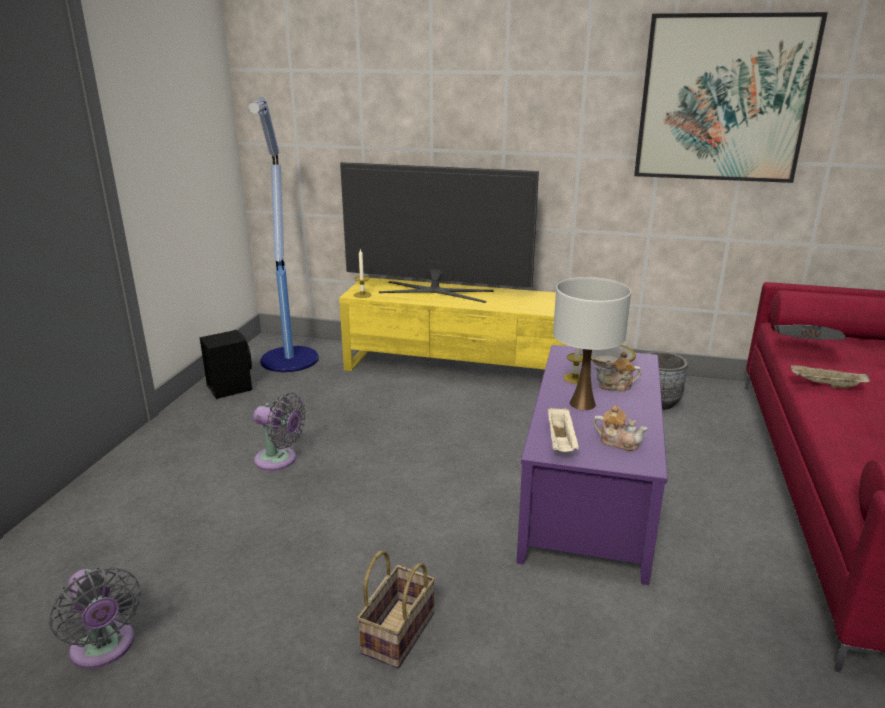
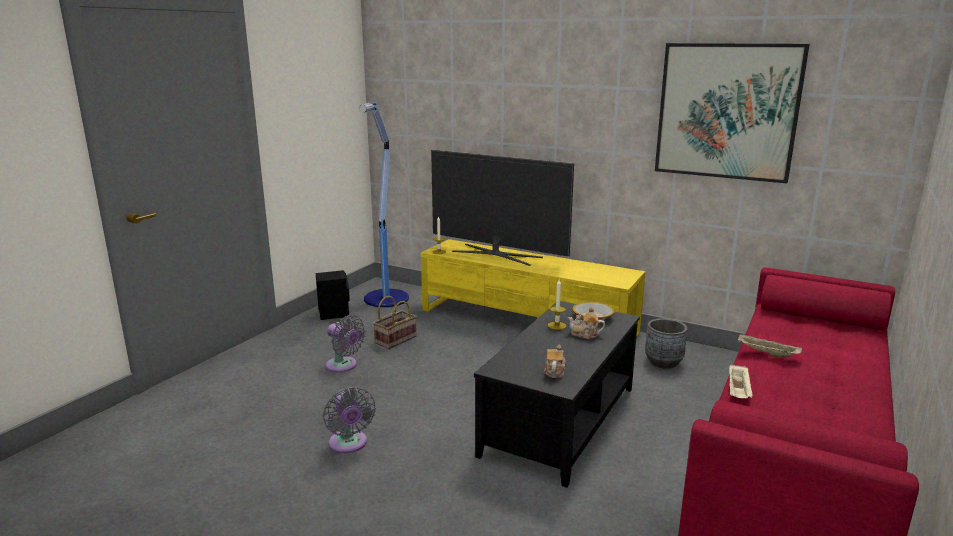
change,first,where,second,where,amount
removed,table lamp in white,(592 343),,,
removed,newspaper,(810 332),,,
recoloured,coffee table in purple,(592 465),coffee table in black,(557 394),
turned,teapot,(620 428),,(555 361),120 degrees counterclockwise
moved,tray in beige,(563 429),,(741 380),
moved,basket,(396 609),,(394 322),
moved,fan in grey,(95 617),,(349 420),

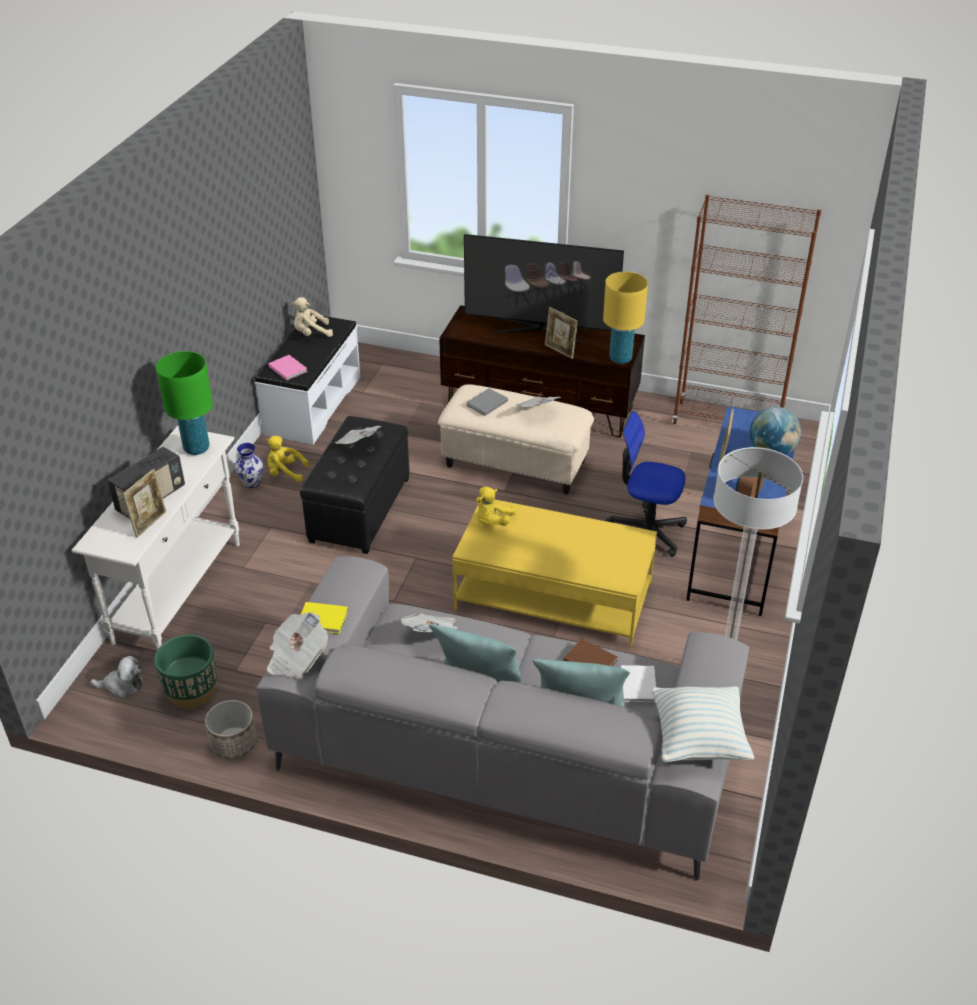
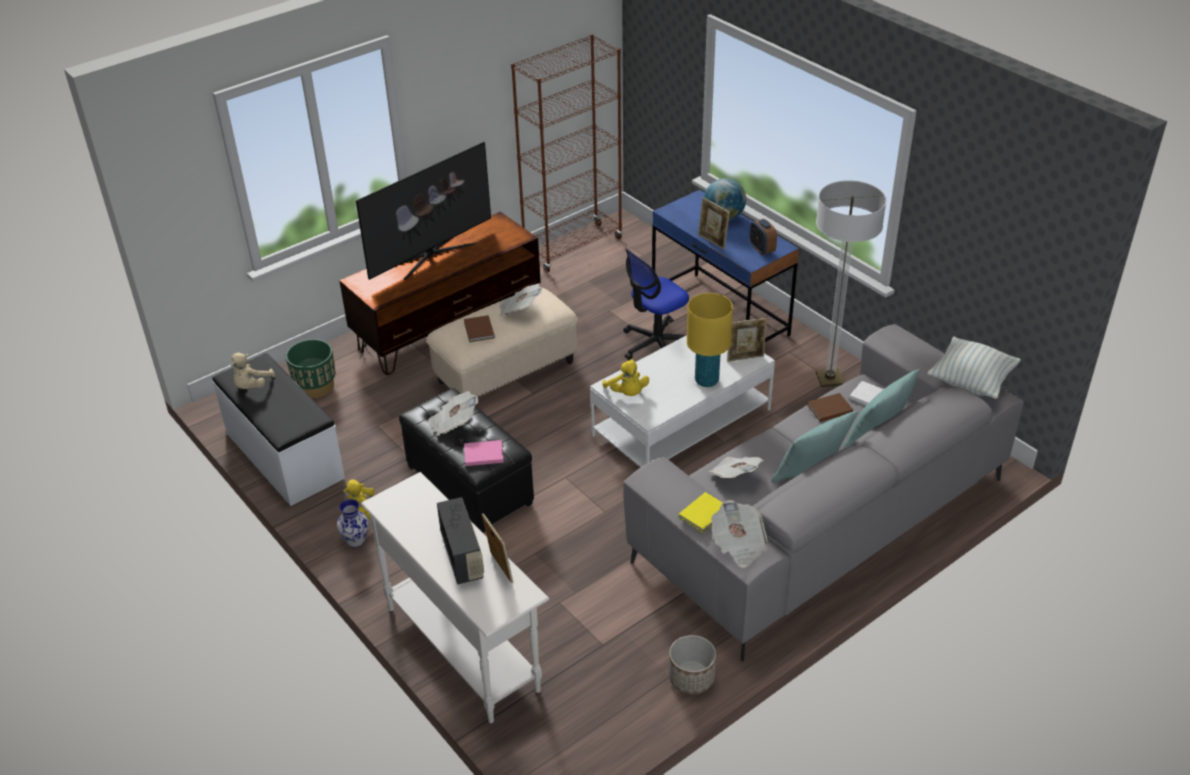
change,first,where,second,where,amount
moved,table lamp in yellow,(625 318),,(710 340),
moved,picture frame,(561 333),,(747 340),
removed,table lamp in green,(184 403),,,
moved,book in pink,(288 368),,(484 453),
recoloured,book in grey,(487 402),book in brown,(479 328),
recoloured,coffee table in yellow,(554 574),coffee table in white,(682 401),
moved,planter in green,(185 671),,(311 368),
removed,plush toy,(116 677),,,

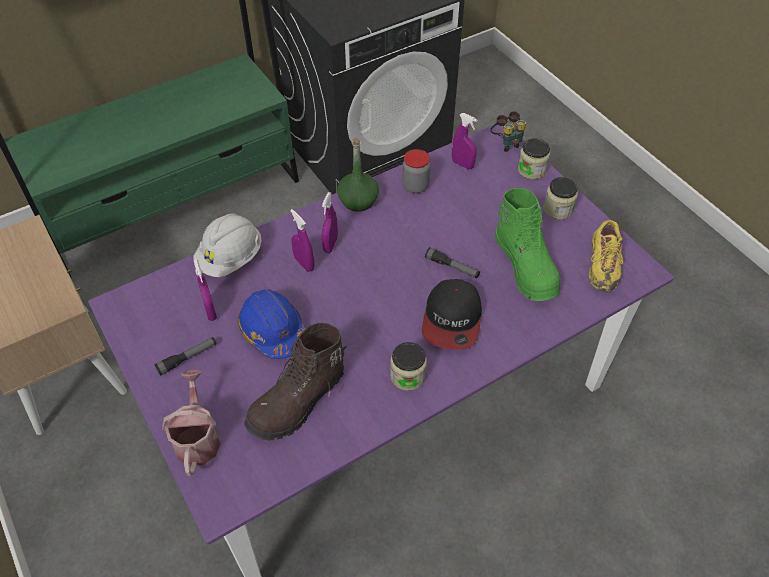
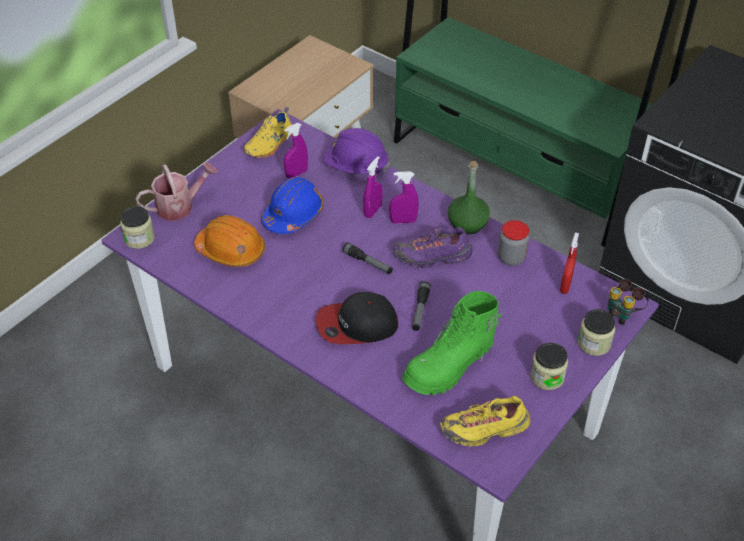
change,first,where,second,where,amount
recoloured,spray bottle in purple,(464 141),spray bottle in red,(569 263),
recoloured,hard hat in white,(227 245),hard hat in purple,(356 151),
replaced,boot in brown,(295 381),hard hat in orange,(229 241),
moved,flashlight,(185 356),,(367 258),
moved,jar,(408 366),,(137 227),
added,,,shoe in yellow,(268 132),
added,,,shoe in purple,(433 247),

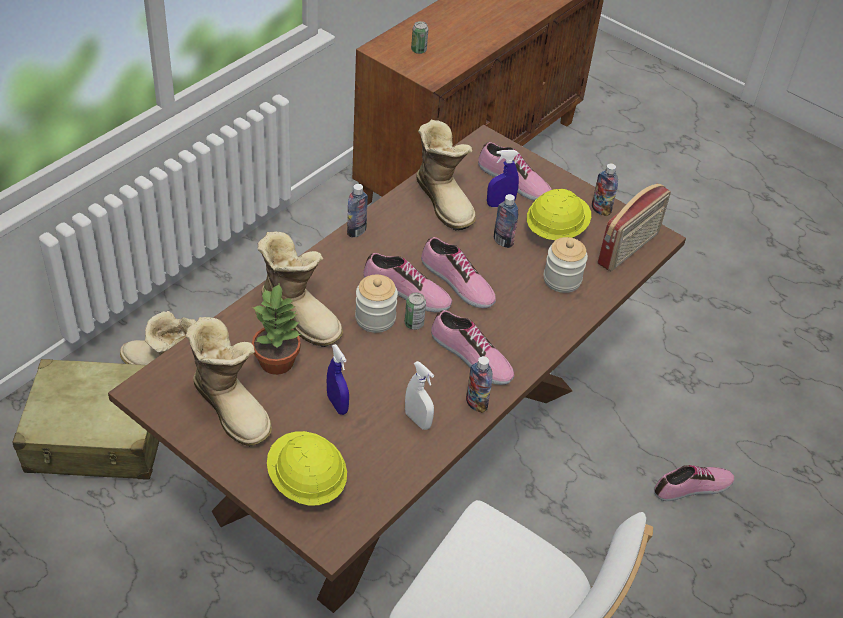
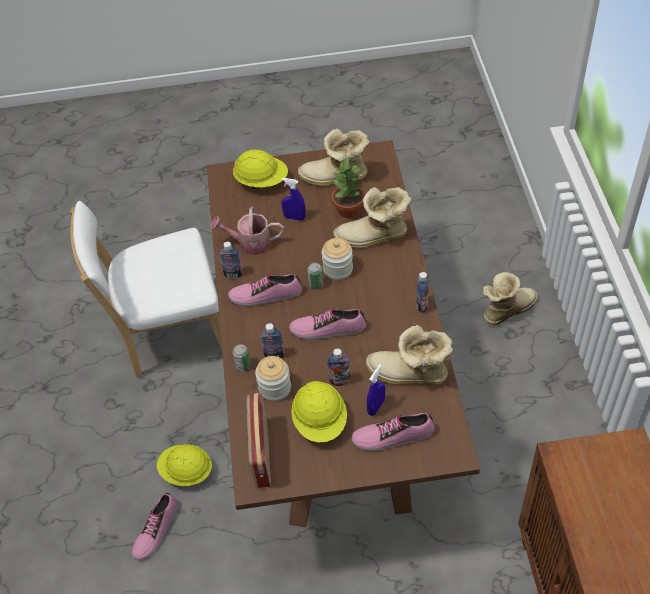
change,first,where,second,where,amount
moved,can,(419 37),,(242 357),
moved,bottle,(605 189),,(273 341),
removed,shoe,(408 282),,,
removed,suitcase in beige,(85 419),,,
replaced,spray bottle in white,(419 395),watering can,(247 231),
added,,,hard hat in yellow,(184 465),

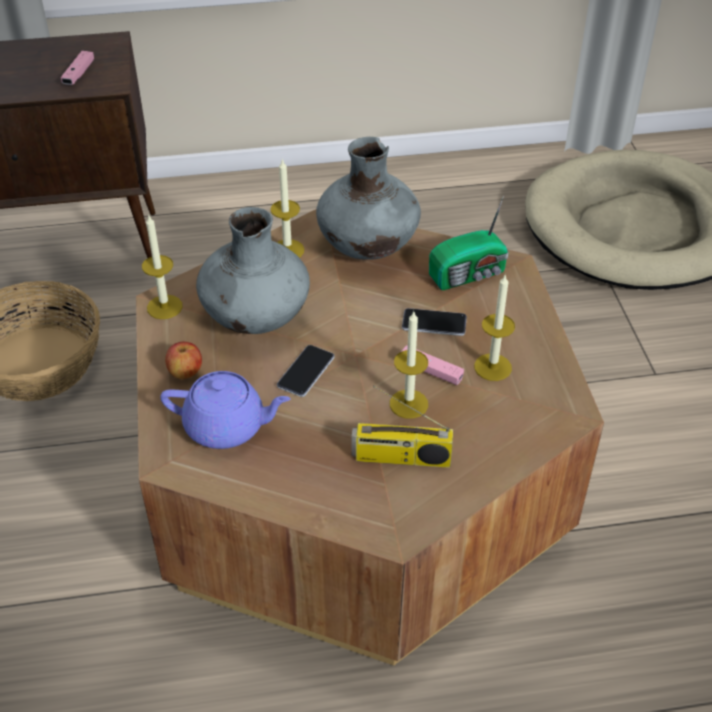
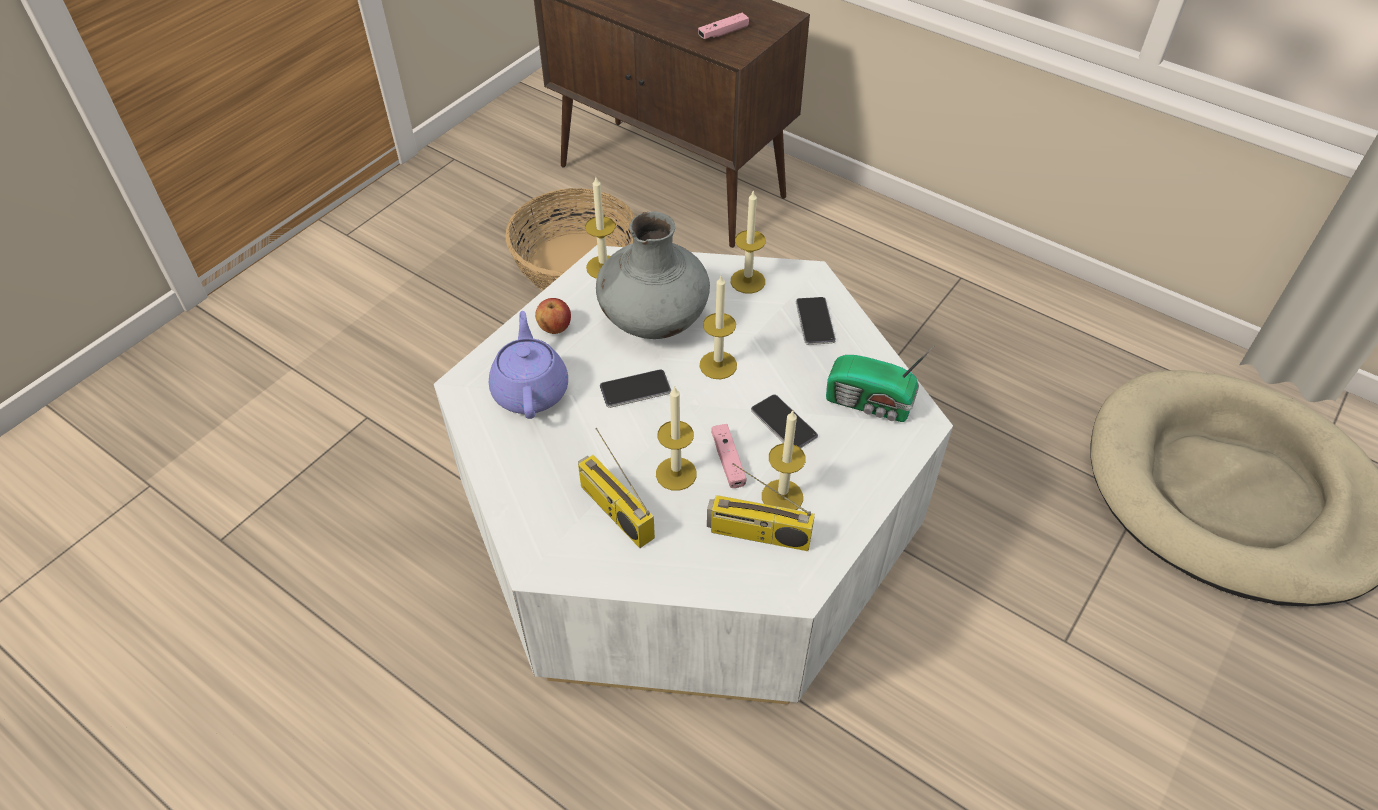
change,first,where,second,where,amount
replaced,vase in grey,(368 198),phone,(816 321),
recoloured,coffee table in brown,(370 437),coffee table in white,(693 475),
turned,teapot in purple,(225 410),,(528 365),150 degrees counterclockwise
added,,,candle,(718 327),
added,,,radio,(761 507),

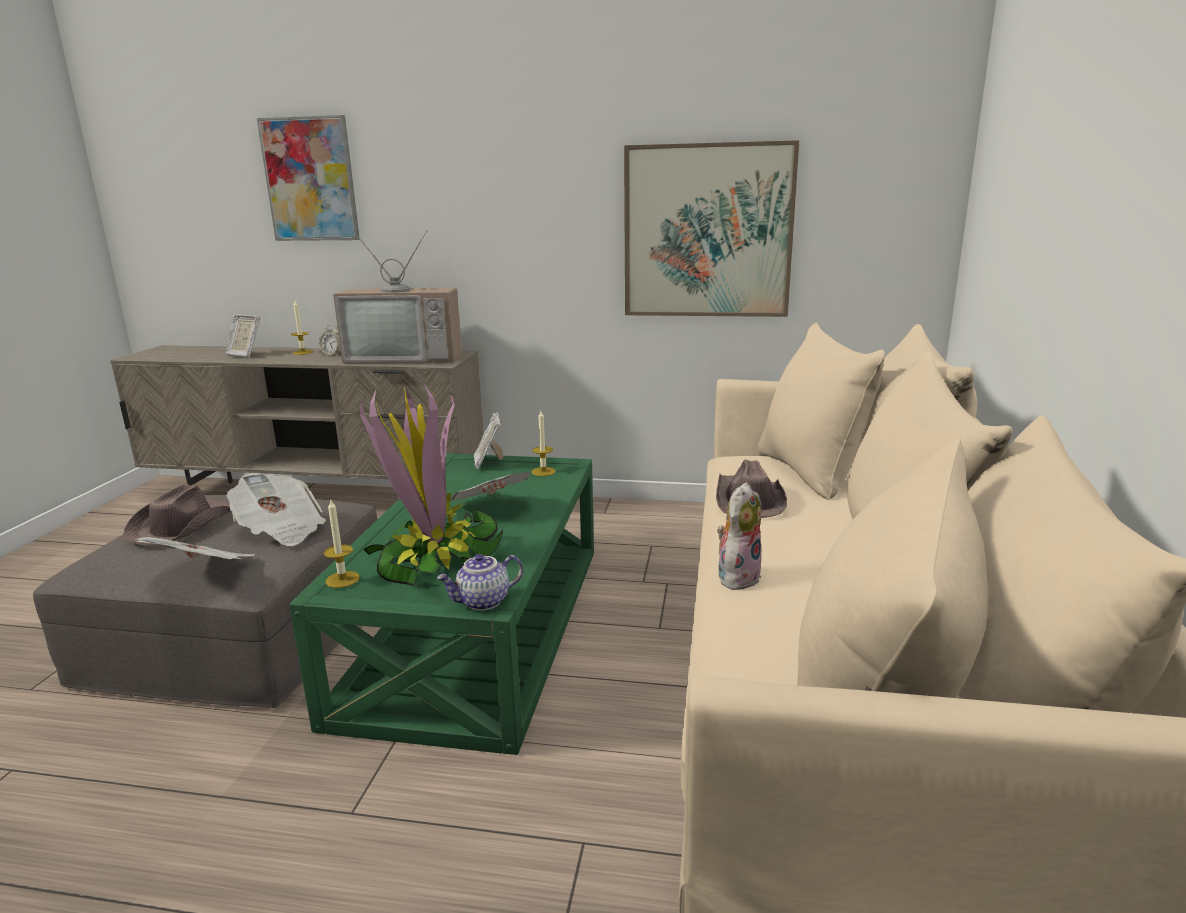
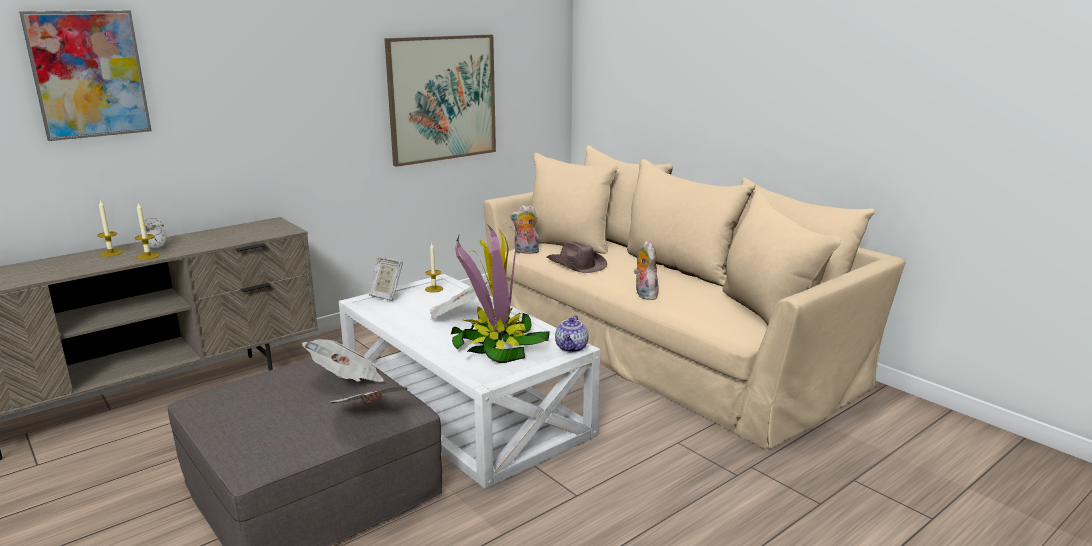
change,first,where,second,where,amount
removed,television,(397 296),,,
removed,picture frame,(243 336),,,
recoloured,coffee table in green,(441 604),coffee table in white,(469 381),
removed,hat in brown,(177 514),,,
moved,candle,(341 543),,(147 231),
added,,,plush toy,(524 229),

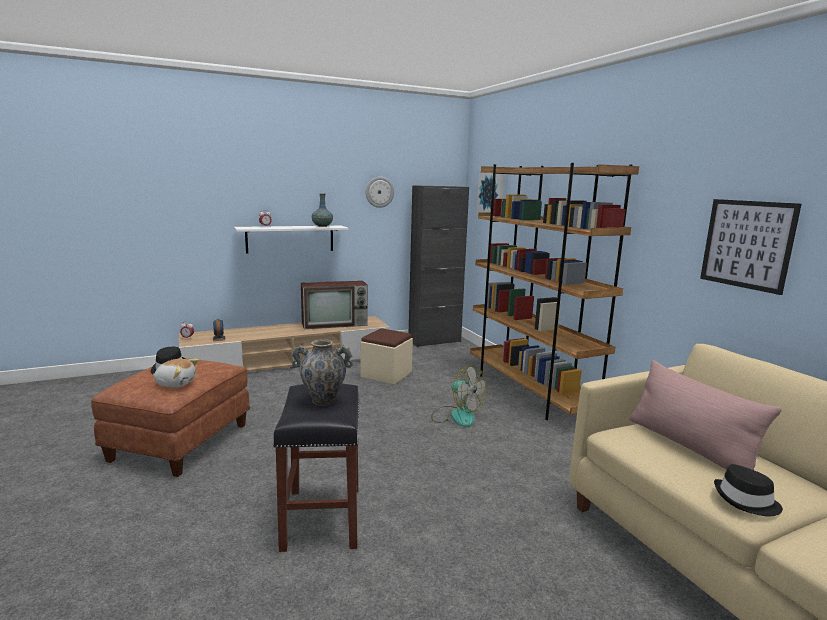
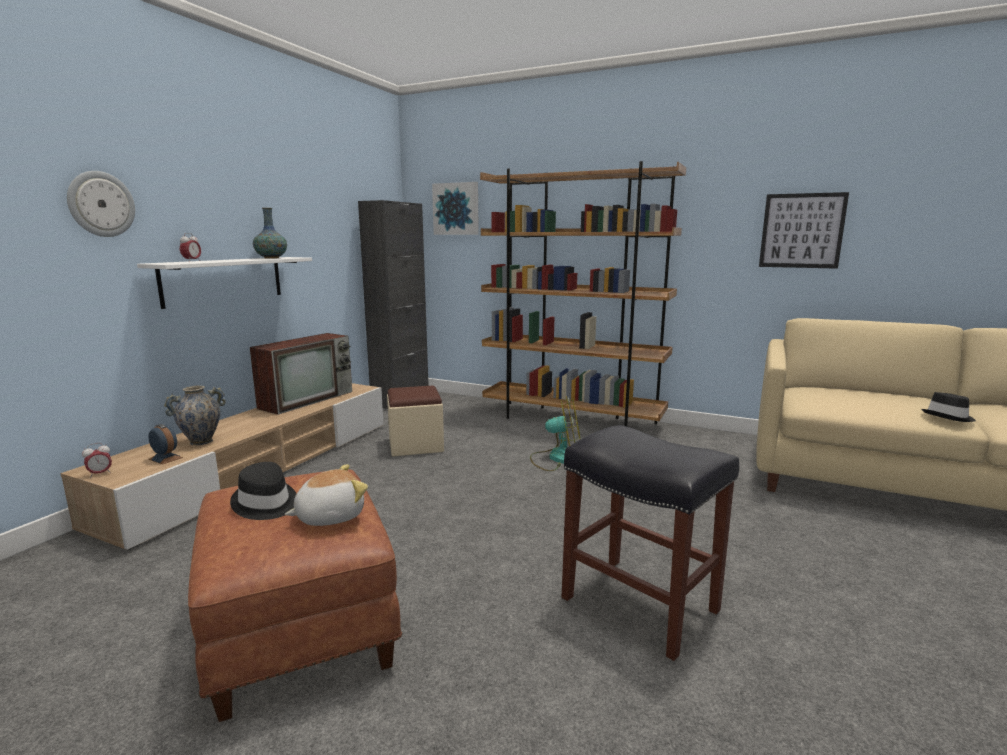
change,first,where,second,where,amount
moved,wall clock,(380 192),,(101 204),
moved,vase,(322 372),,(195 415),
removed,pillow in pink,(705 415),,,

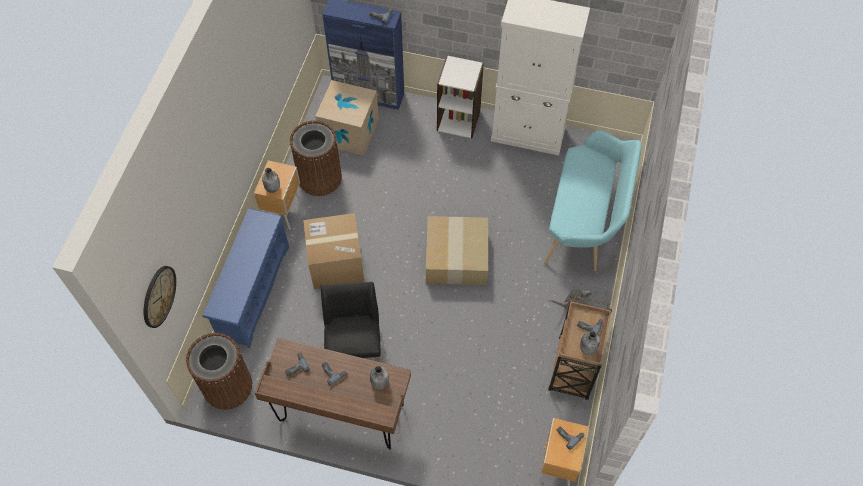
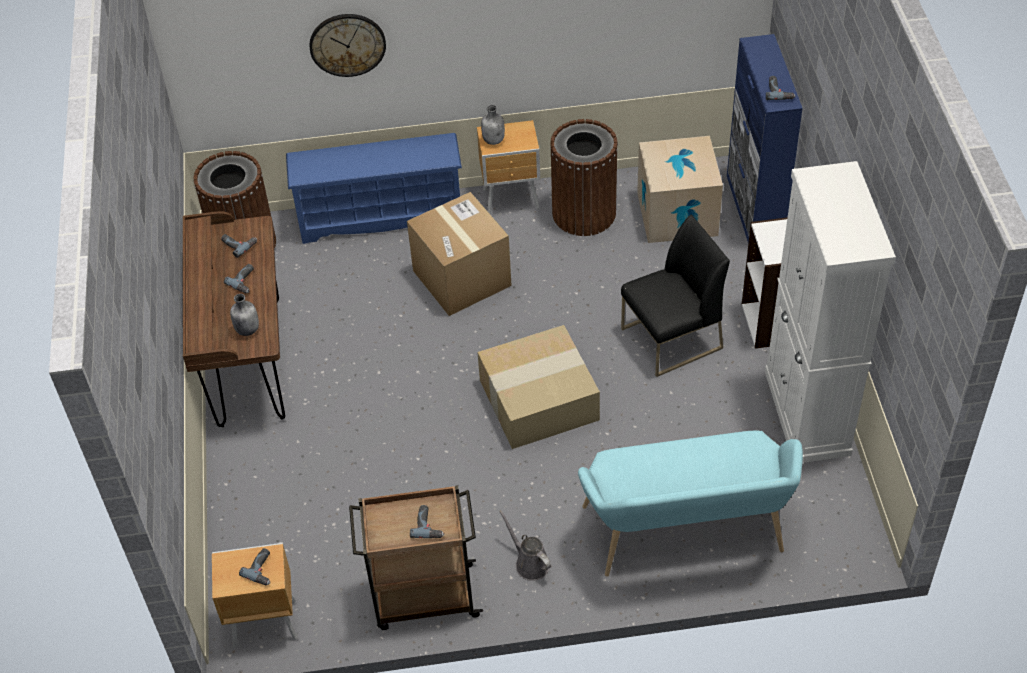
change,first,where,second,where,amount
moved,wall clock,(160 297),,(348 45),
moved,chair in black,(351 322),,(675 295),
removed,bottle in grey,(590 343),,,

